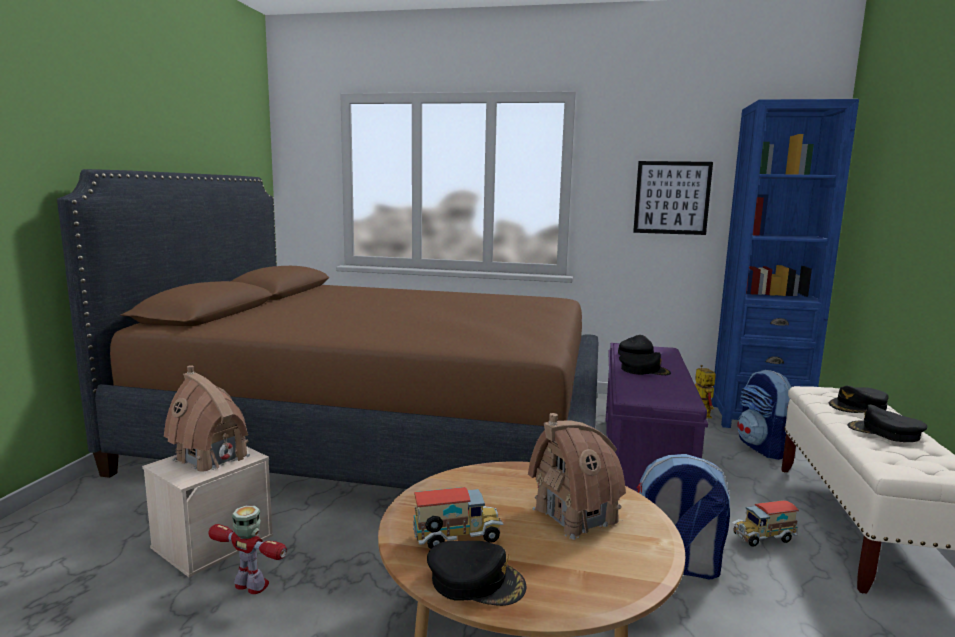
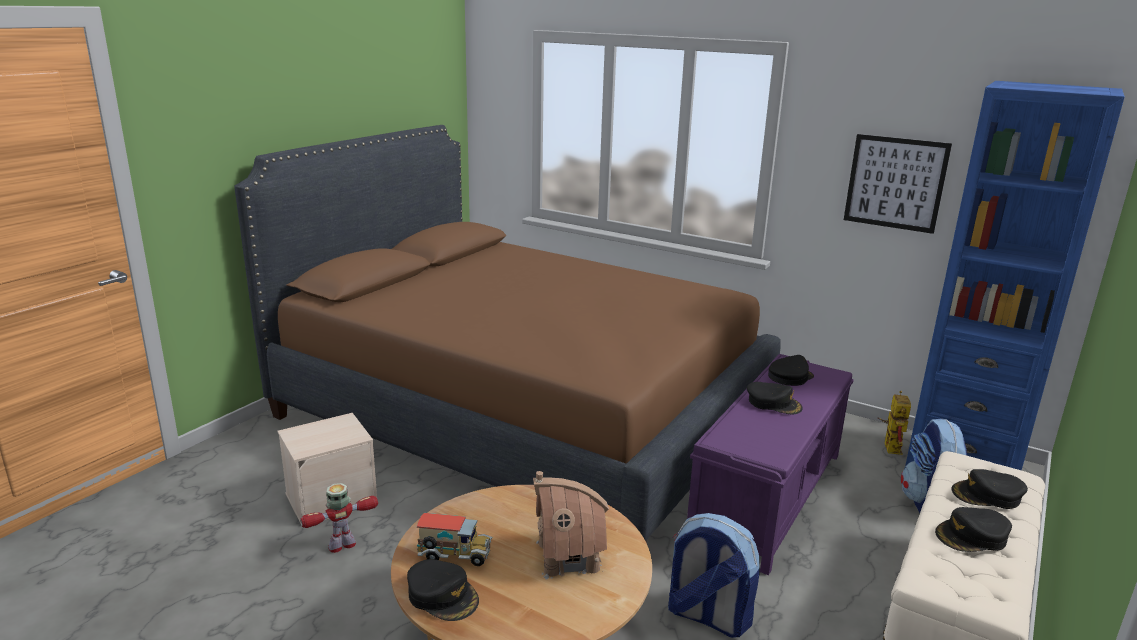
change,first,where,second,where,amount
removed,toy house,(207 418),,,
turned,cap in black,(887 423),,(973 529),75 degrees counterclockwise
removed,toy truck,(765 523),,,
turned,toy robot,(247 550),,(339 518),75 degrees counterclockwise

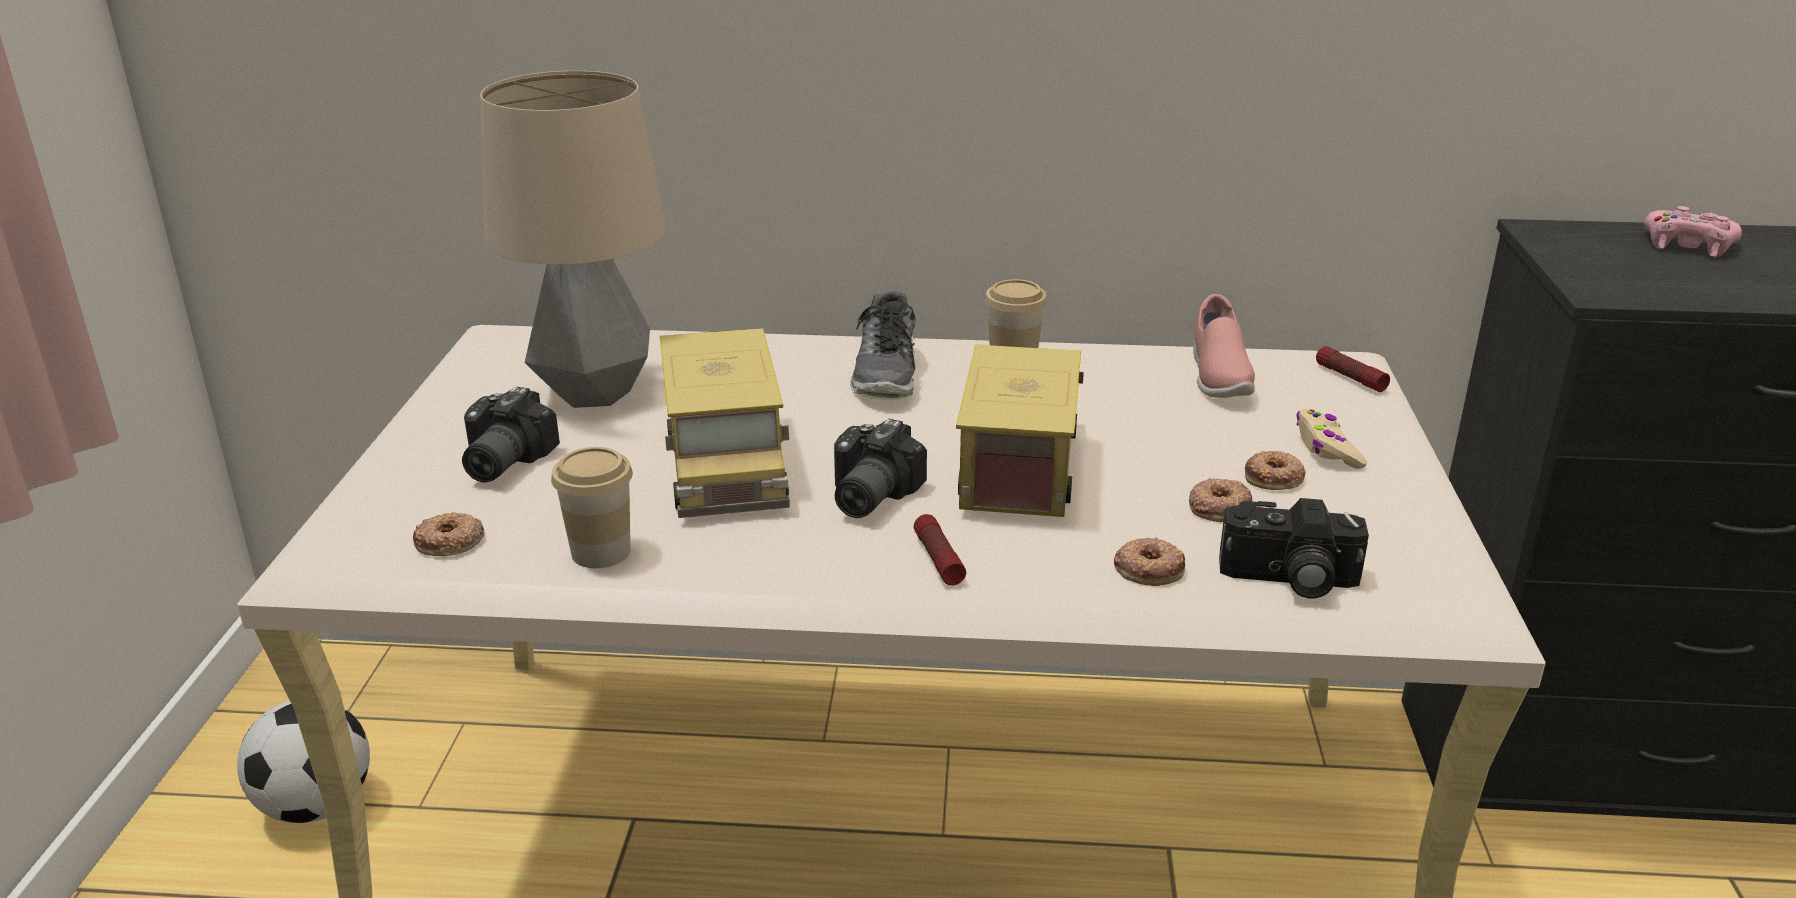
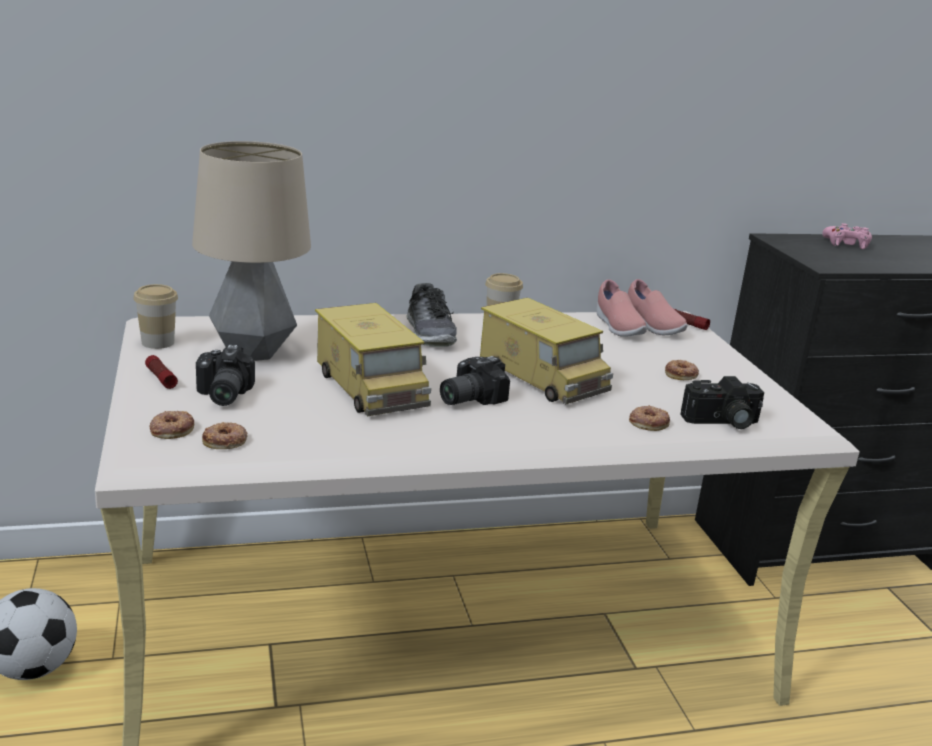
change,first,where,second,where,amount
turned,toy truck,(1020 430),,(546 351),150 degrees clockwise
removed,game controller in beige,(1331 439),,,
turned,photo camera,(880 468),,(475 380),45 degrees clockwise
moved,cup,(592 507),,(155 316),
moved,donut,(1220 500),,(171 425),
moved,flashlight,(940 549),,(161 372),
added,,,shoe in pink,(658 307),

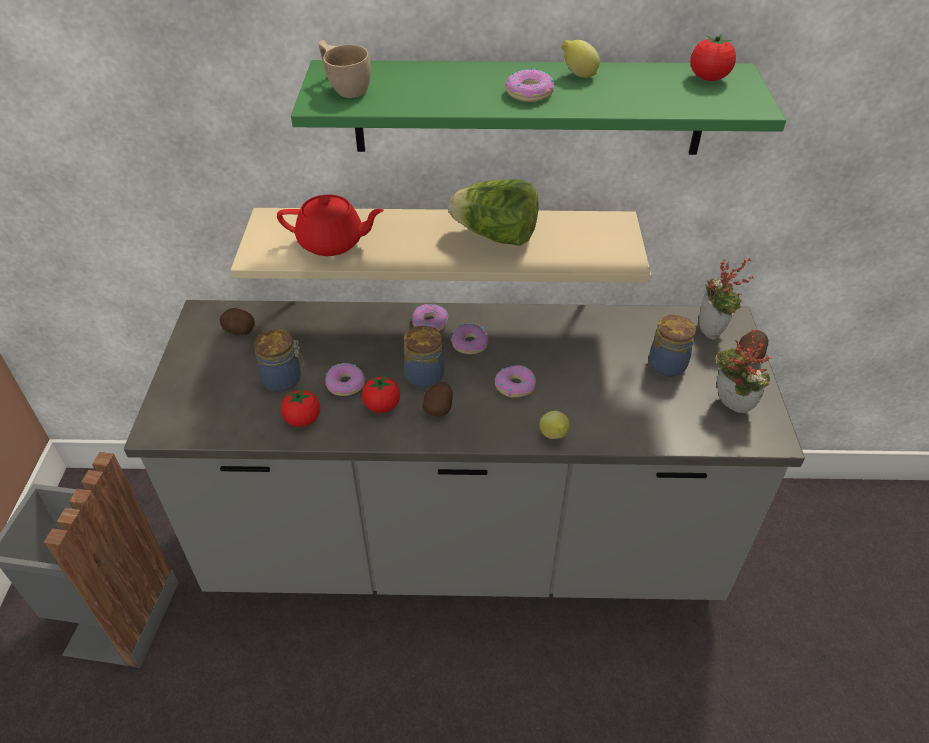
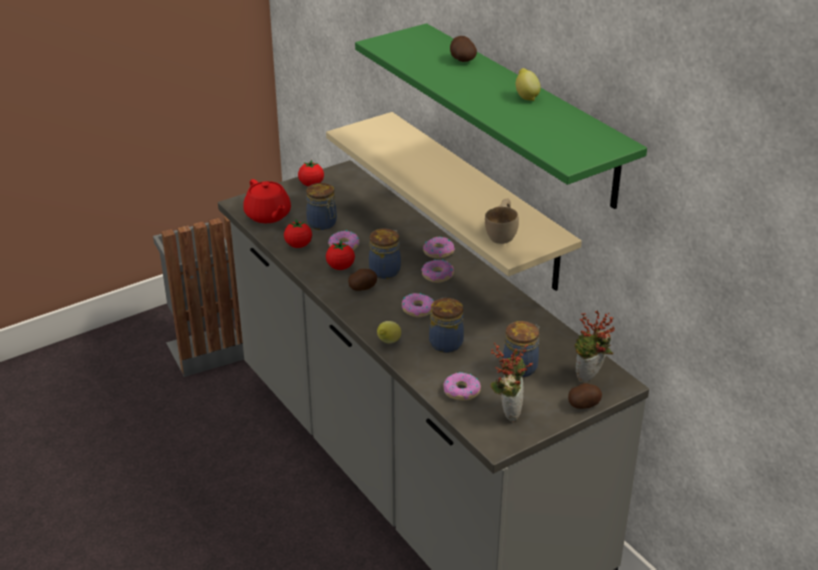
change,first,where,second,where,amount
moved,tomato,(713 57),,(311 173),
moved,cup in beige,(345 69),,(502 221),
moved,donut,(529 85),,(462 386),
removed,lettuce,(494 212),,,
moved,teapot in red,(330 225),,(267 201),
moved,potato,(237 321),,(463 49),
added,,,jar,(446 325),

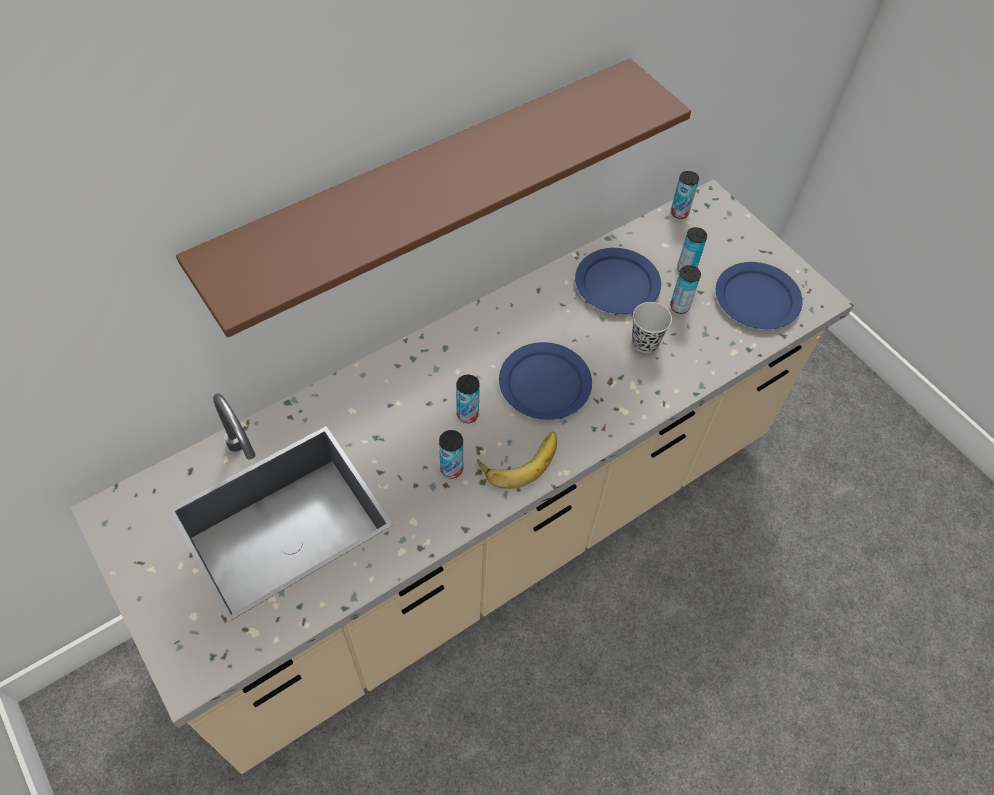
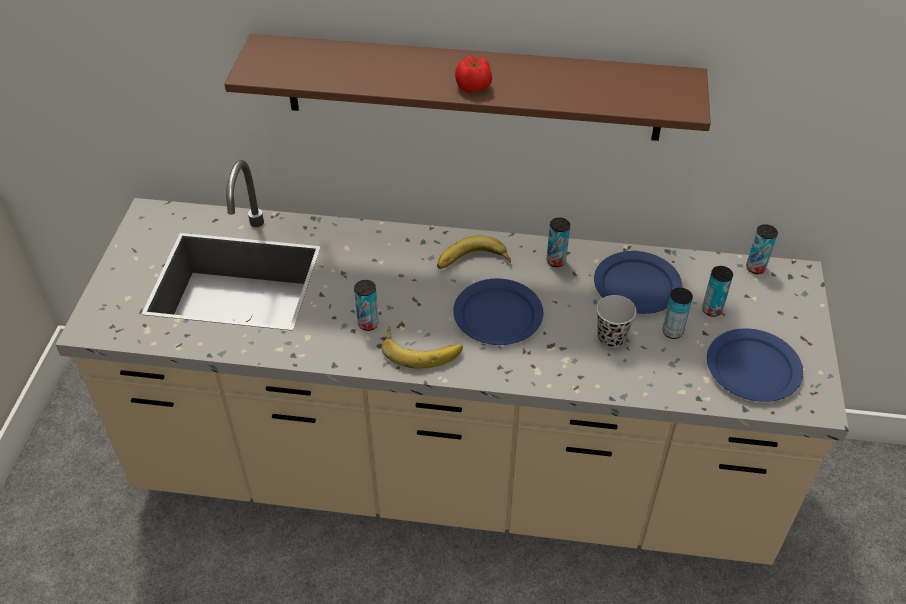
change,first,where,second,where,amount
moved,can,(468 399),,(558 242),
added,,,tomato,(473 74),
added,,,banana,(474 252),

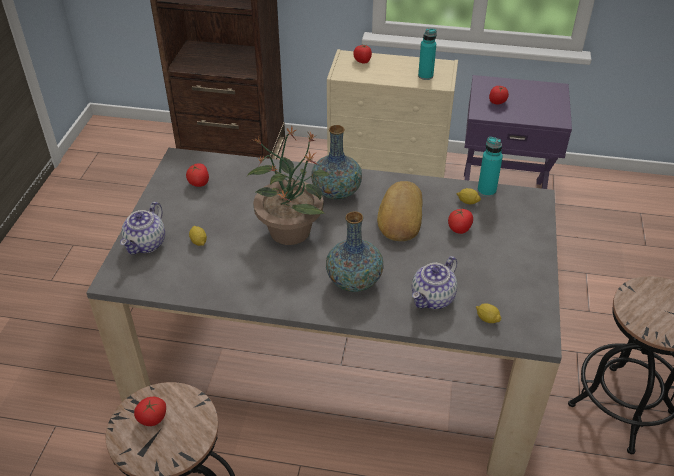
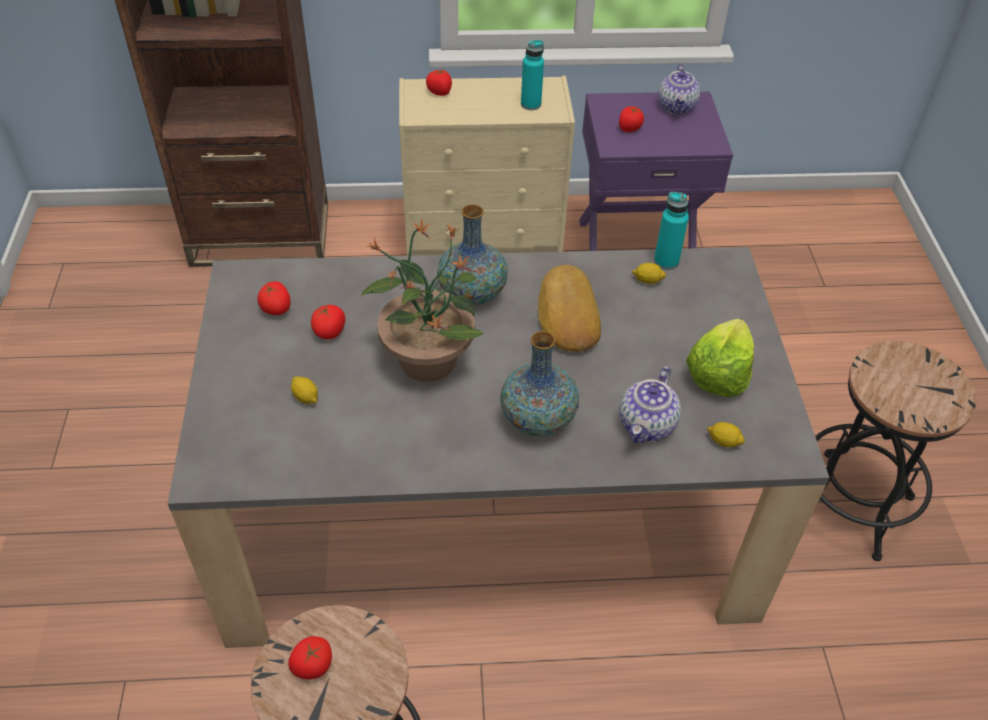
change,first,where,second,where,amount
moved,teapot,(142 228),,(679 89),
moved,tomato,(460 221),,(328 322),
added,,,lettuce,(720 358),

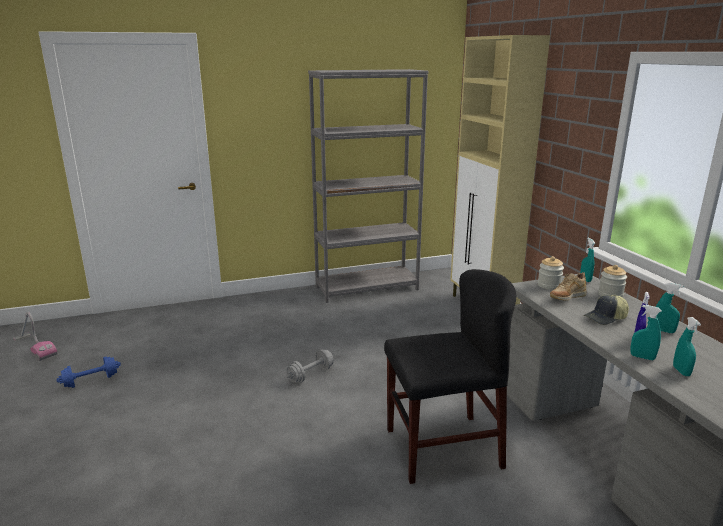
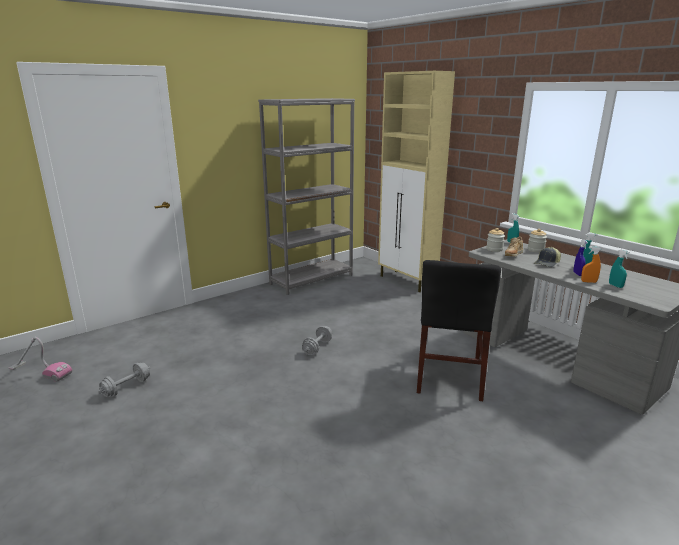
change,first,where,second,where,amount
turned,chair in black,(450 376),,(459 330),135 degrees clockwise
recoloured,spray bottle in turquoise,(646 332),spray bottle in orange,(591 264),
recoloured,dumbbell in blue,(88 372),dumbbell in grey,(124 380),

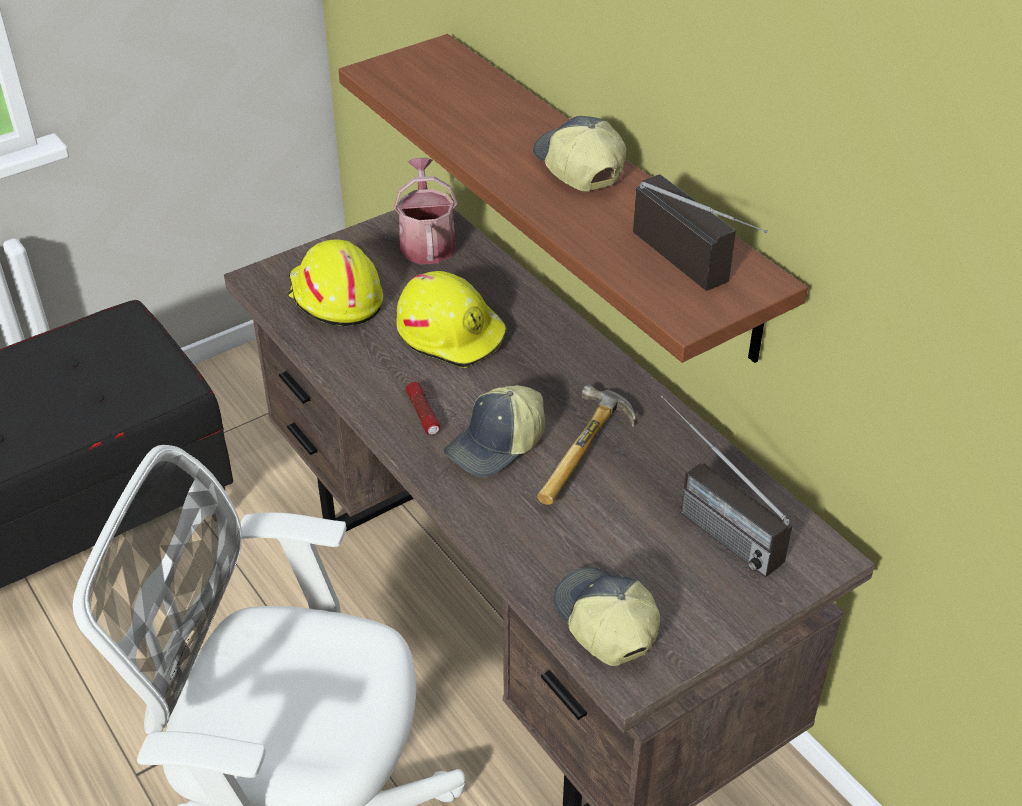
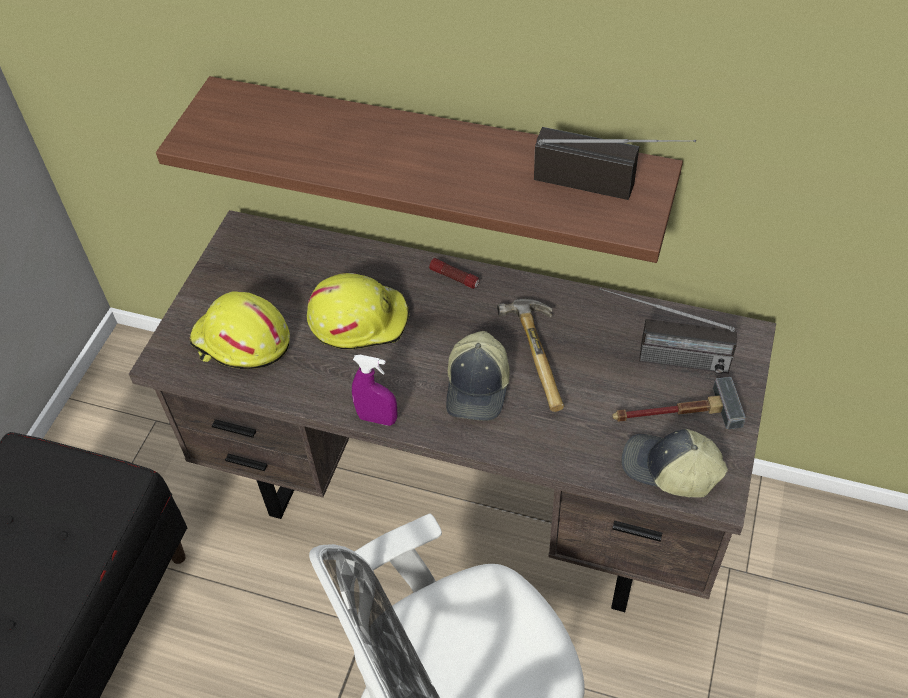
change,first,where,second,where,amount
removed,cap,(579 153),,,
removed,watering can,(426 211),,,
moved,flashlight,(423 408),,(454 273),
added,,,spray bottle in purple,(375 390),
added,,,hammer,(679 403),

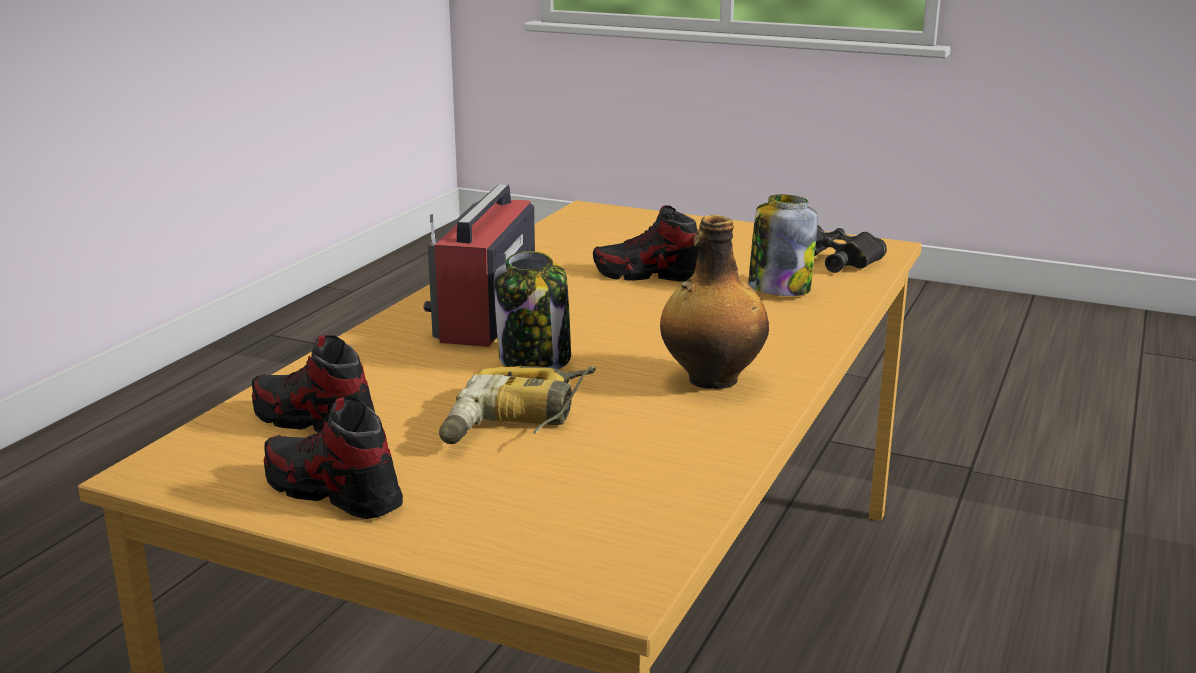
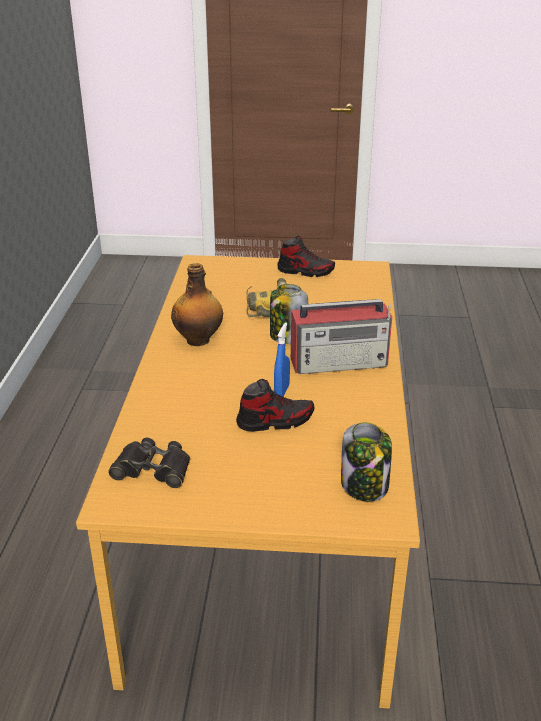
change,first,where,second,where,amount
turned,radio,(479 265),,(341 336),90 degrees clockwise
moved,jar,(783 245),,(366 462),
removed,shoe,(313 383),,,
added,,,spray bottle in blue,(282 359),

